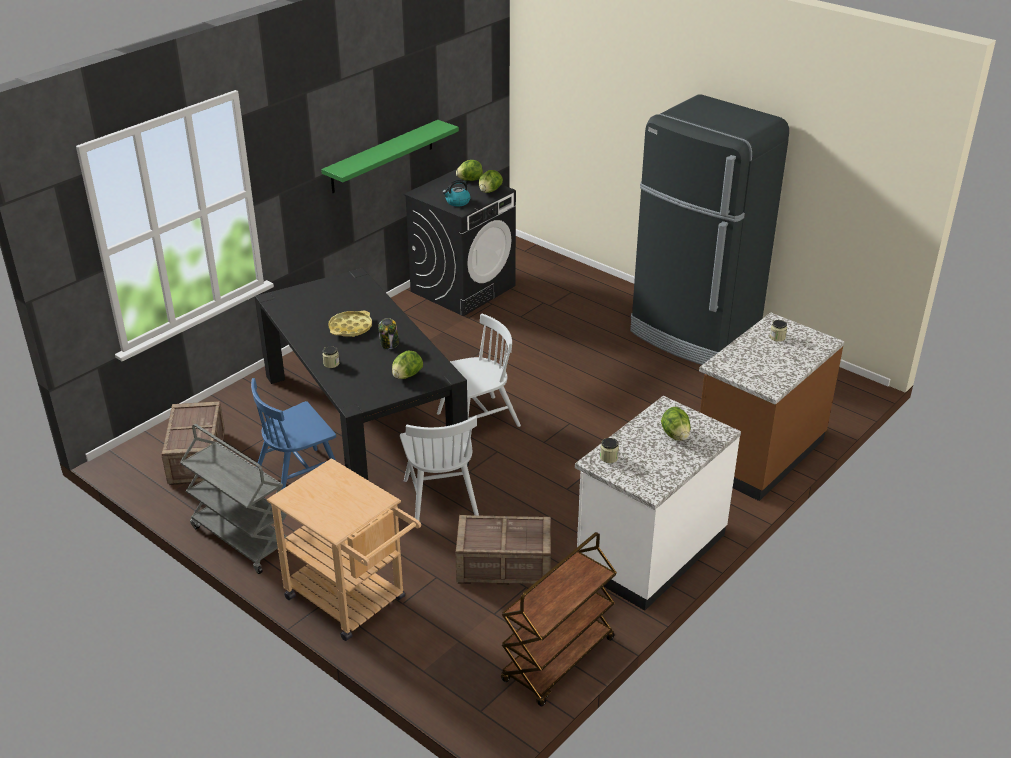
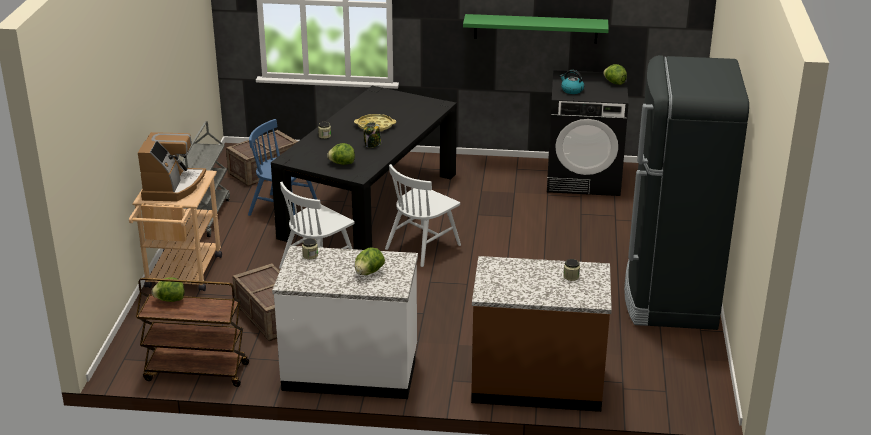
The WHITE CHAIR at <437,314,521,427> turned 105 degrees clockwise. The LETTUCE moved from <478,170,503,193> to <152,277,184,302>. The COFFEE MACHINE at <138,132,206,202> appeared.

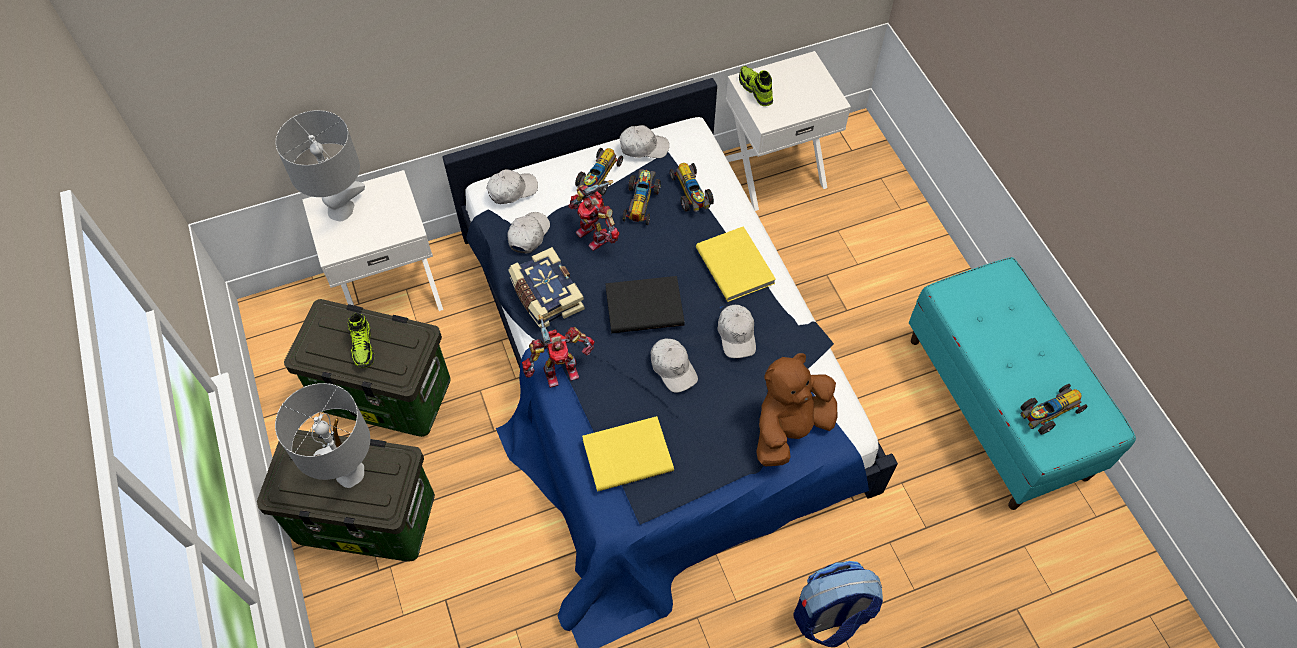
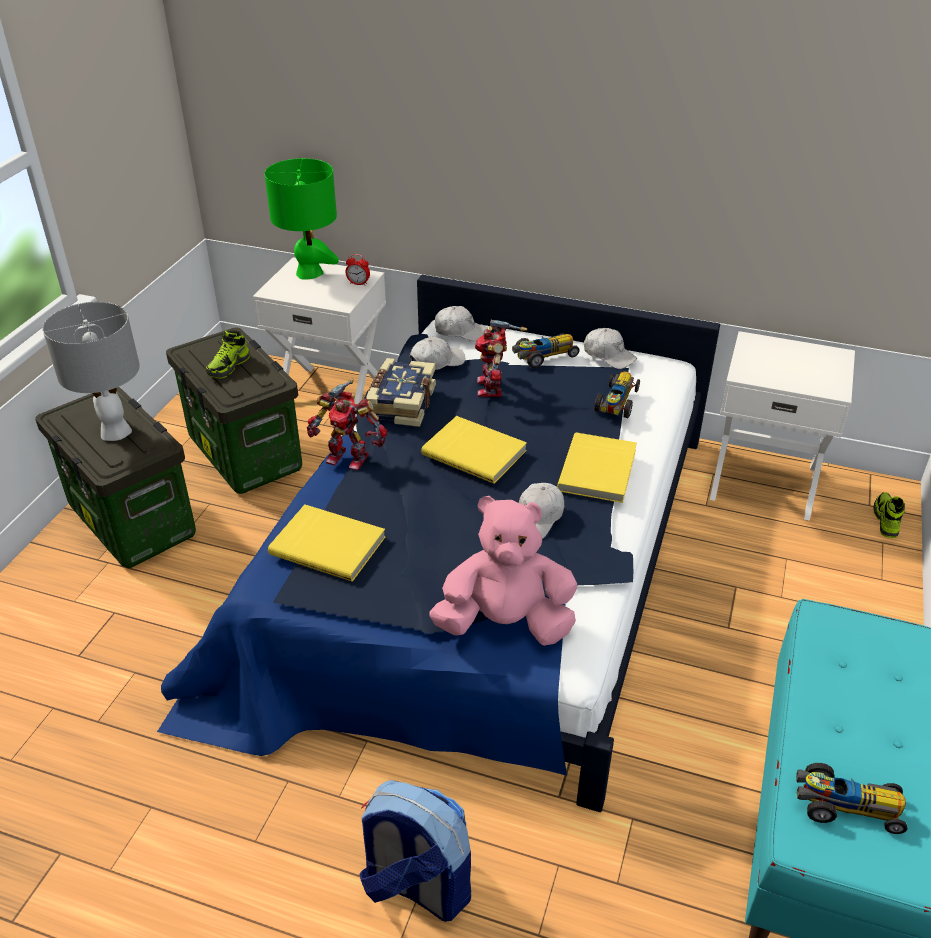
The GREY TABLE LAMP at <275,110,365,221> became the GREEN TABLE LAMP at <264,158,339,280>. The BLACK BOOK at <605,276,685,333> became the YELLOW BOOK at <421,416,527,484>. The TOY CAR at <623,169,661,225> disappeared. The WHITE CAP at <651,339,698,393> disappeared. The SHOE moved from <739,66,773,106> to <873,492,905,538>. The BROWN PLUSH TOY at <756,353,838,466> became the PINK PLUSH TOY at <429,496,577,646>. The ALARM CLOCK at <346,254,370,286> appeared.

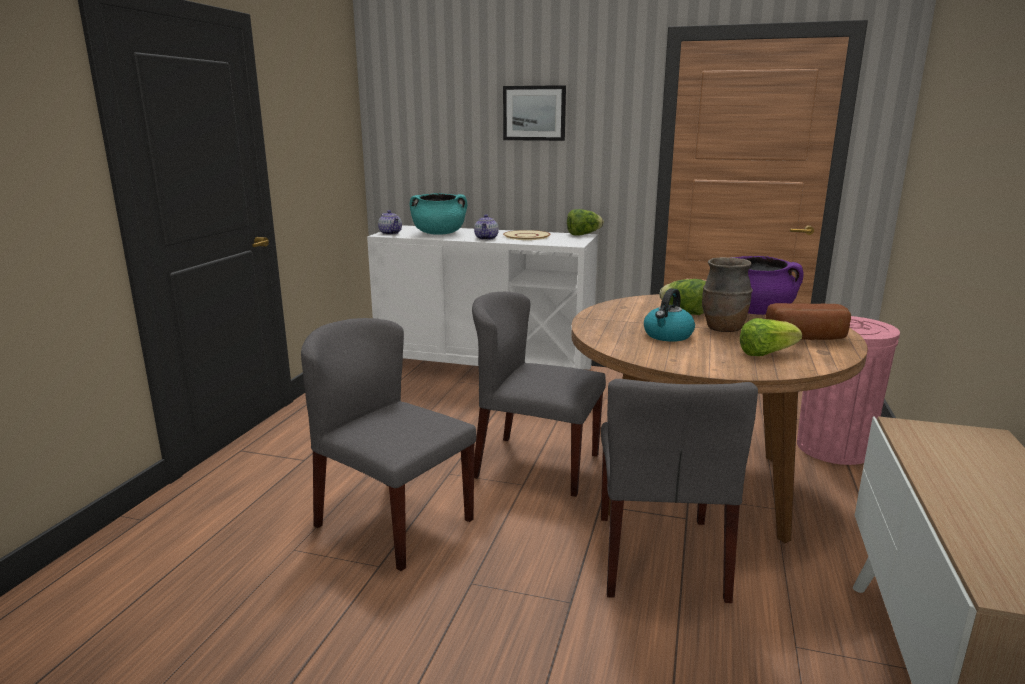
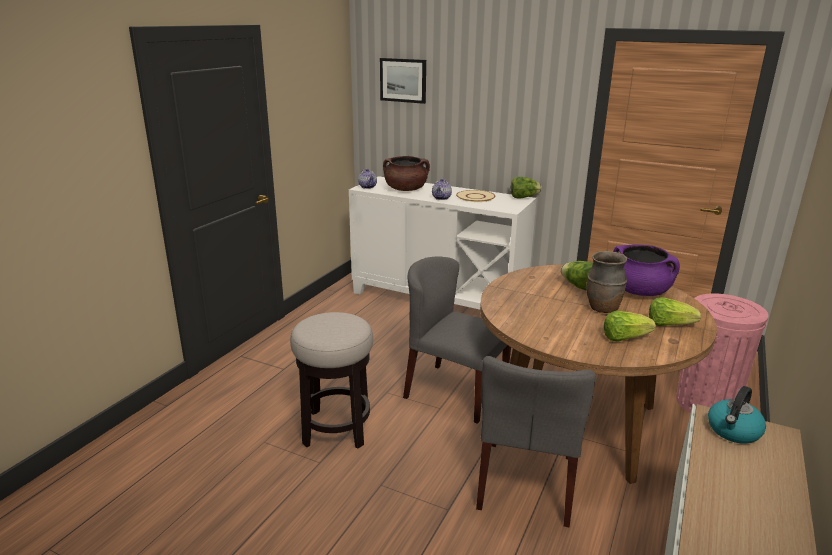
The GREY CHAIR at <301,318,476,571> was replaced by the STOOL at <290,312,373,449>. The TURQUOISE COOKING POT at <410,193,467,235> became the BROWN COOKING POT at <383,156,430,191>. The PICTURE moved from <503,85,566,141> to <380,58,426,104>. The KETTLE moved from <644,288,695,342> to <708,386,766,444>. The BREAD at <765,303,851,340> was replaced by the LETTUCE at <649,297,701,326>.

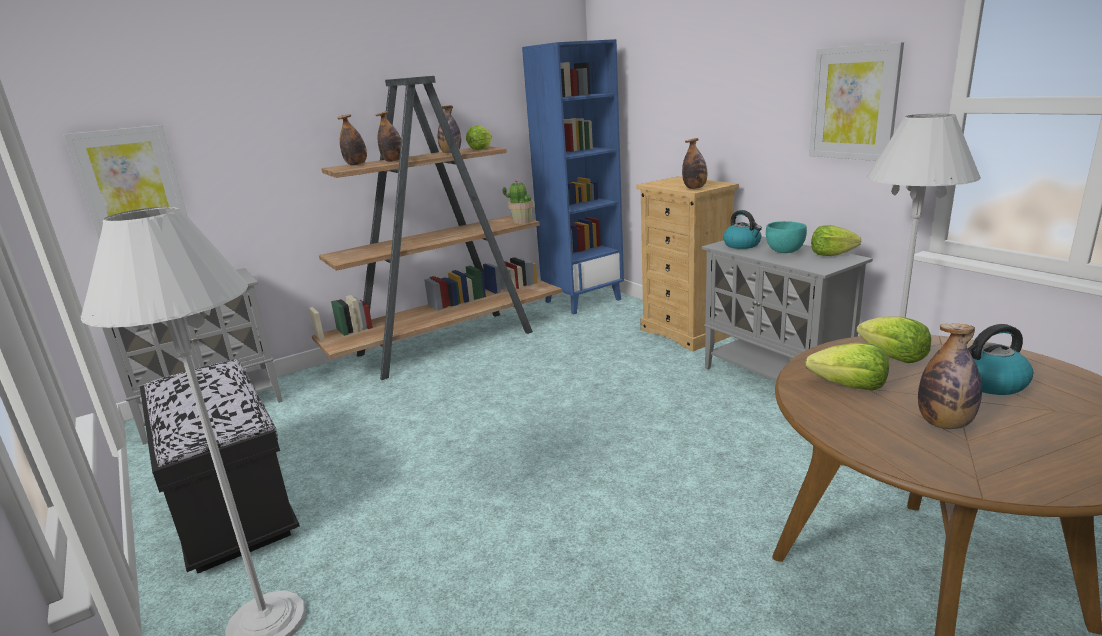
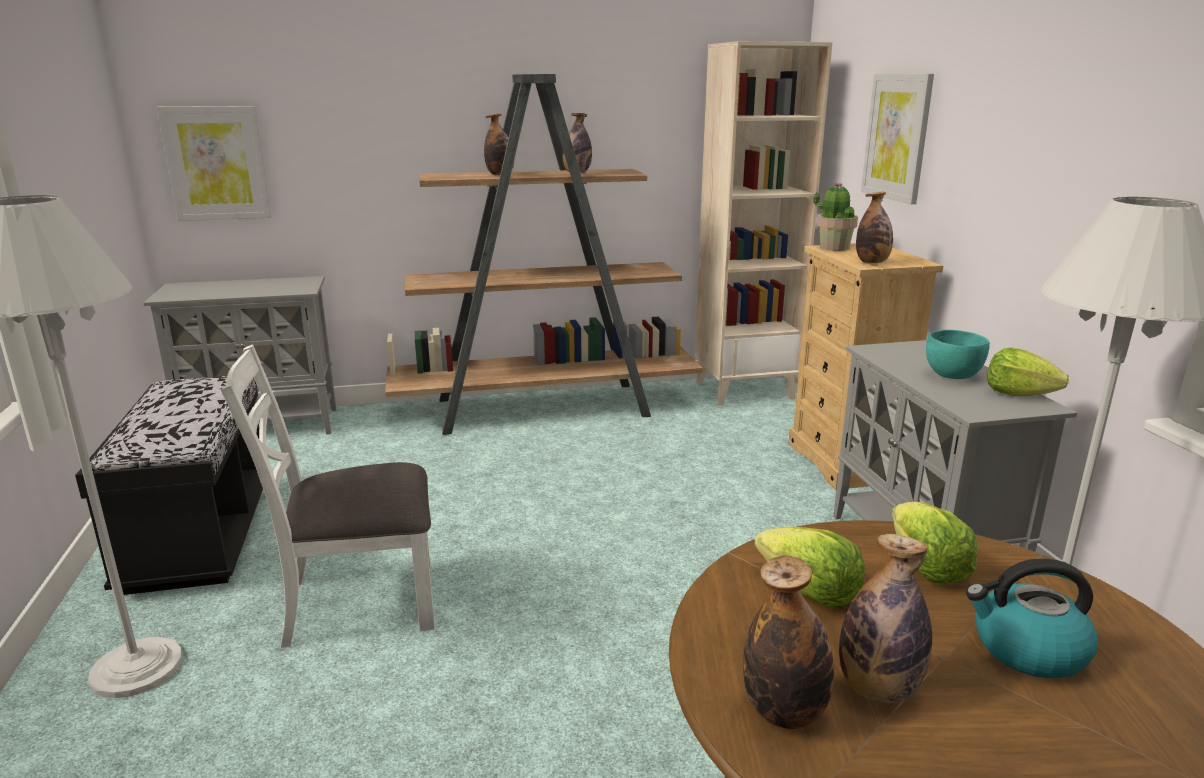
The BOTTLE moved from <338,114,367,165> to <743,556,834,729>. The LETTUCE at <466,125,492,150> disappeared. The POTTED PLANT moved from <503,179,534,224> to <813,182,858,251>. The BLUE BOOKCASE at <522,39,624,315> became the BEIGE BOOKCASE at <694,41,833,405>. The KETTLE at <723,210,762,249> disappeared. The PICTURE moved from <809,42,904,161> to <861,74,934,204>. The WHITE CHAIR at <221,345,435,648> appeared.

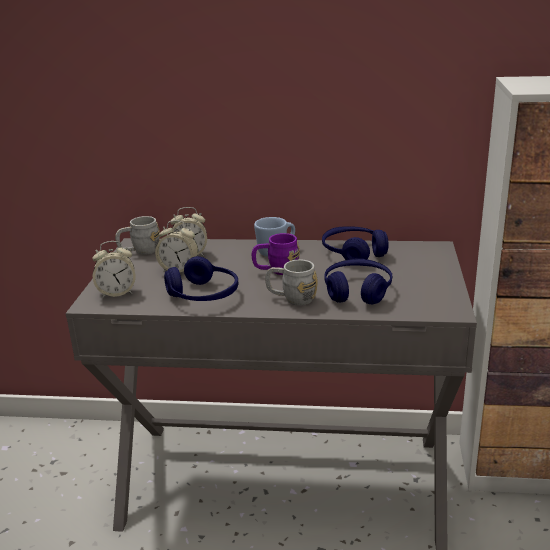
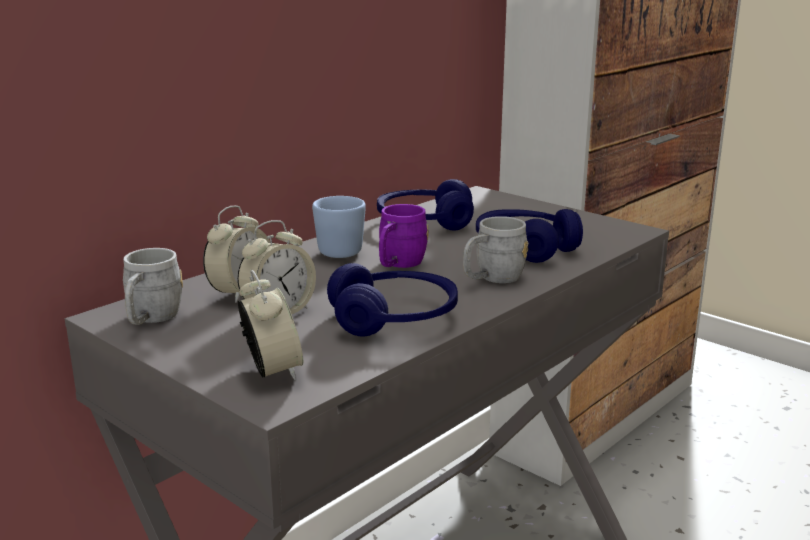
The ALARM CLOCK at <92,241,136,298> turned 45 degrees counterclockwise.

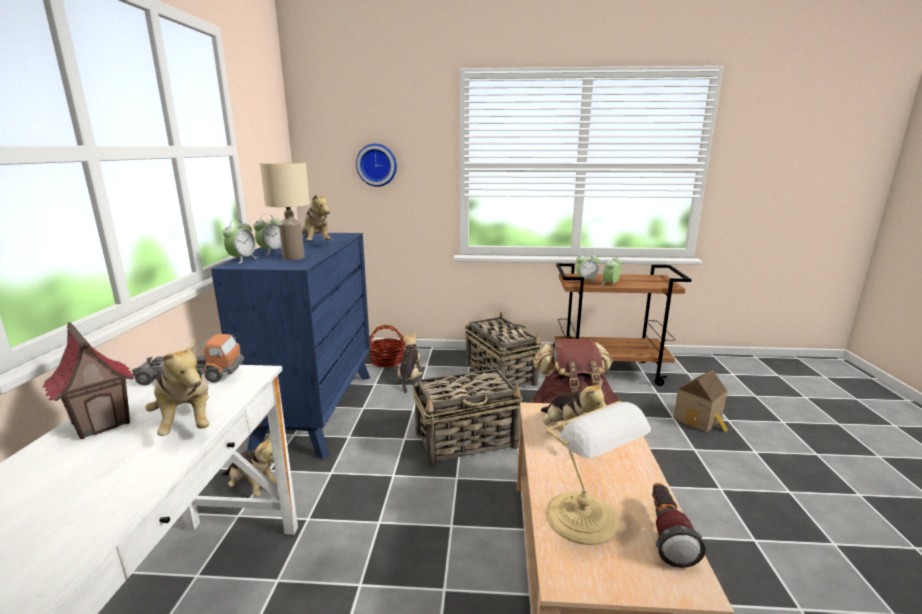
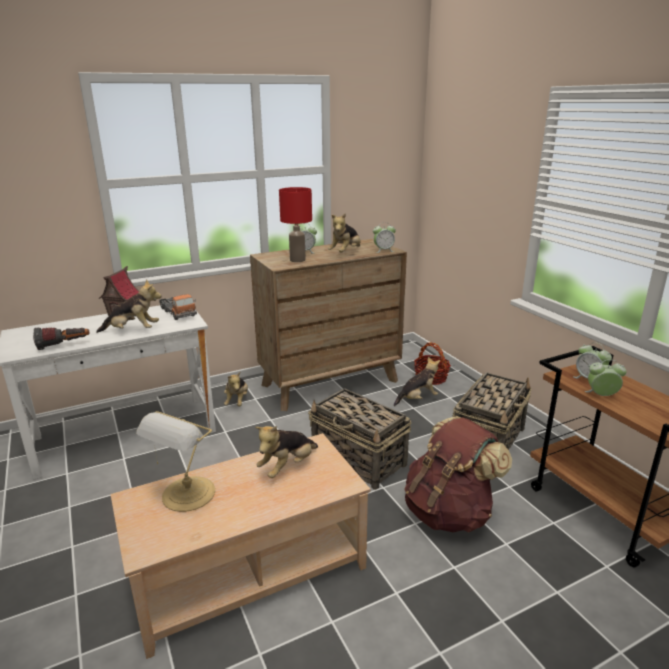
The PLUSH TOY at <145,339,209,436> turned 120 degrees counterclockwise. The BLUE DRESSER at <211,233,370,459> became the BROWN DRESSER at <250,239,407,411>. The ALARM CLOCK moved from <223,219,258,263> to <373,222,396,253>. The BEIGE TABLE LAMP at <260,162,310,260> became the RED TABLE LAMP at <279,187,312,262>. The WALL CLOCK at <356,144,397,187> disappeared. The FLASHLIGHT moved from <652,483,706,568> to <33,328,90,350>. The TOY HOUSE at <673,370,728,433> disappeared.

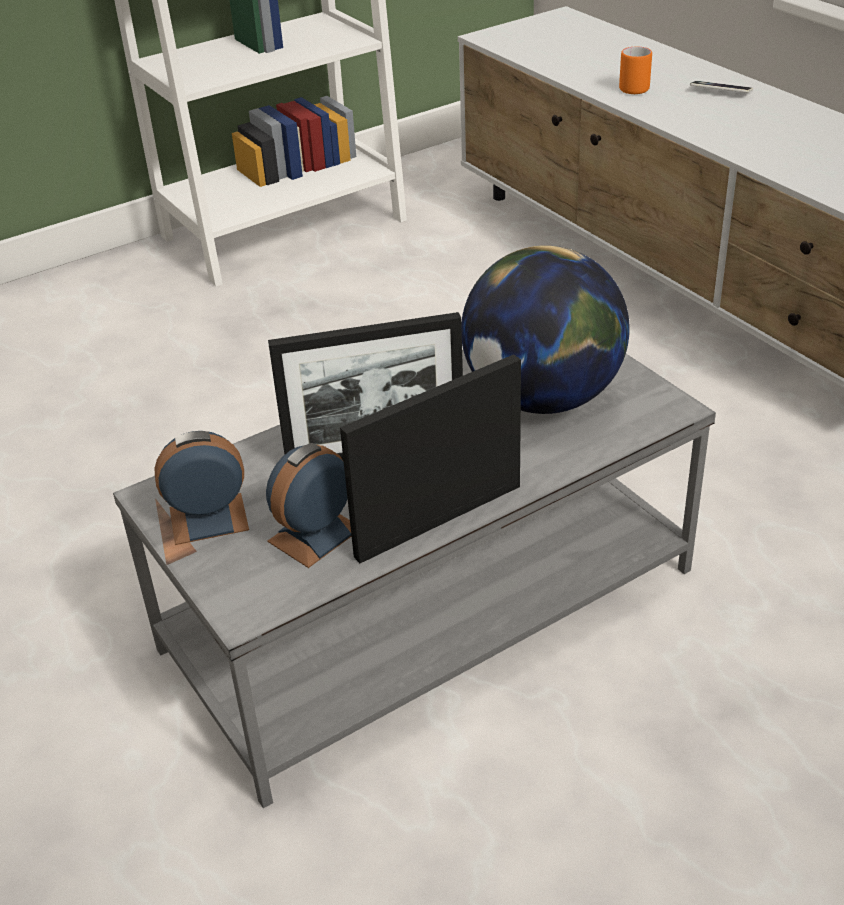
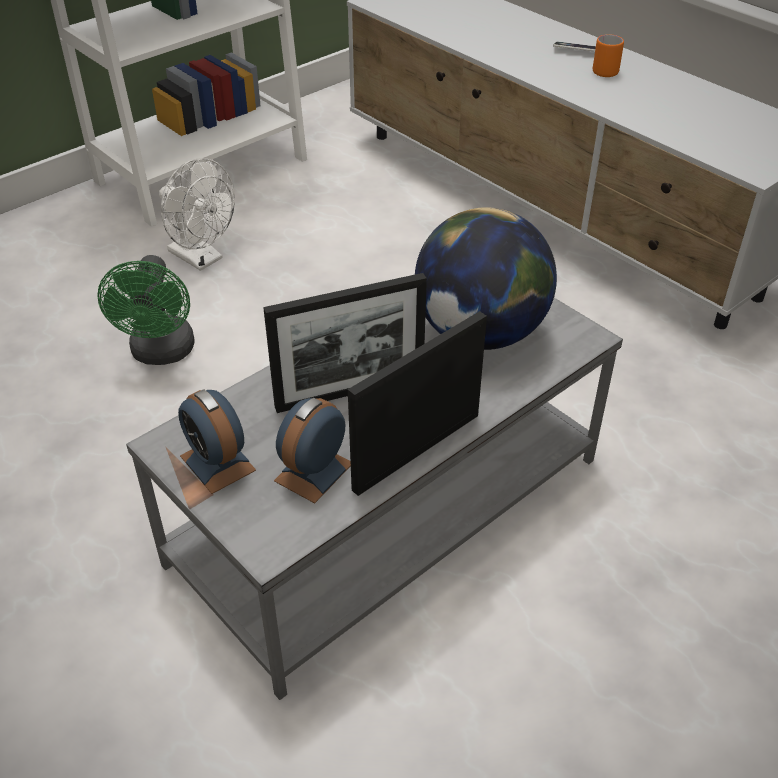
The ALARM CLOCK at <154,431,249,545> turned 105 degrees counterclockwise. The ORANGE MUG moved from <619,46,652,94> to <593,34,624,77>. The GREEN FAN at <98,255,195,365> appeared. The WHITE FAN at <159,158,235,271> appeared.

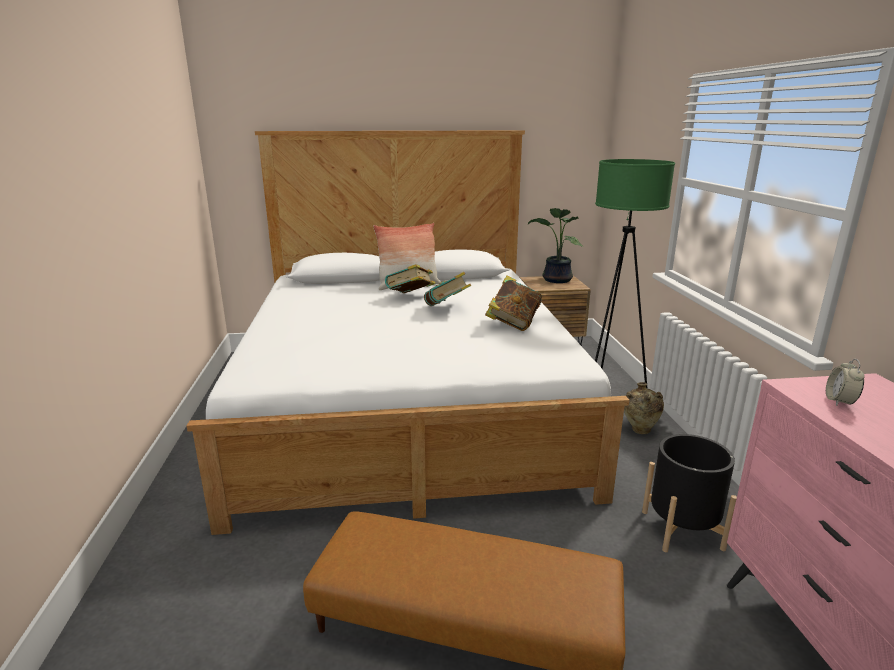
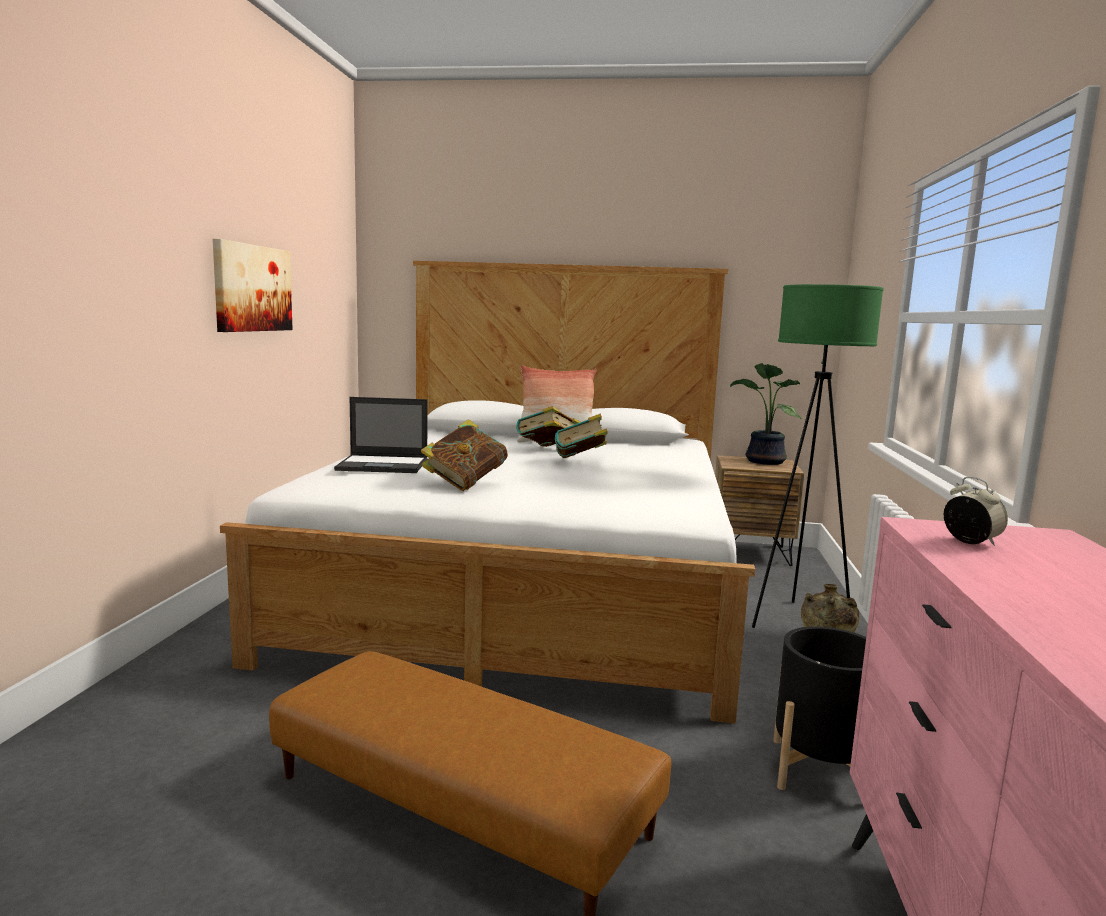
The BOOK moved from <485,275,542,331> to <421,420,508,491>. The ALARM CLOCK at <826,359,865,406> turned 120 degrees clockwise. The PICTURE at <213,239,293,332> appeared. The LAPTOP at <334,397,428,473> appeared.

